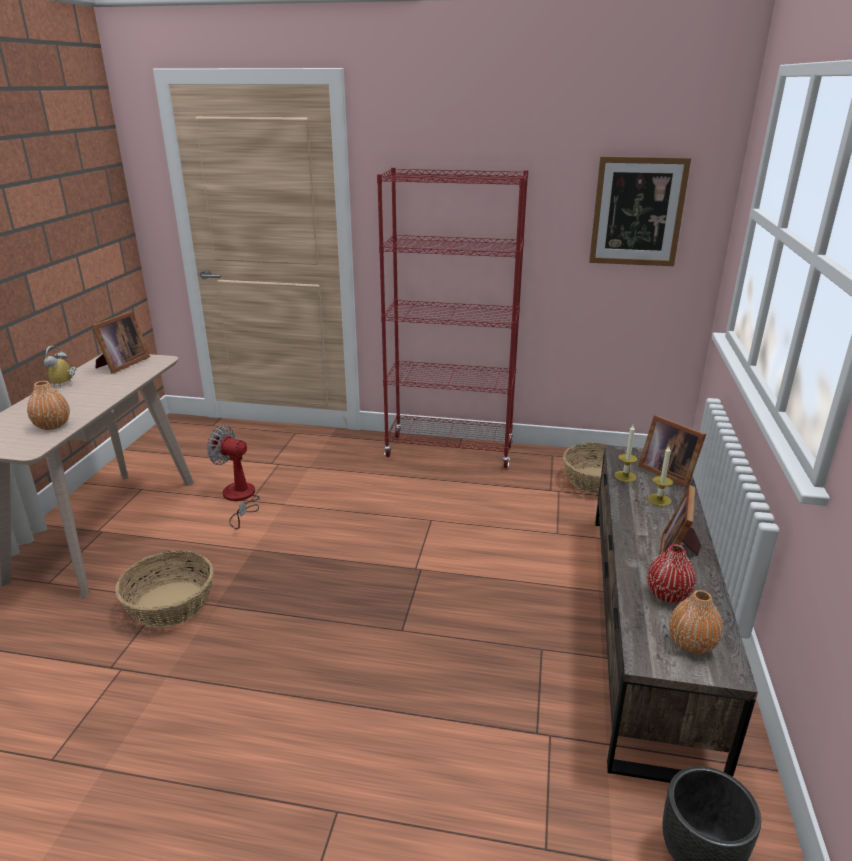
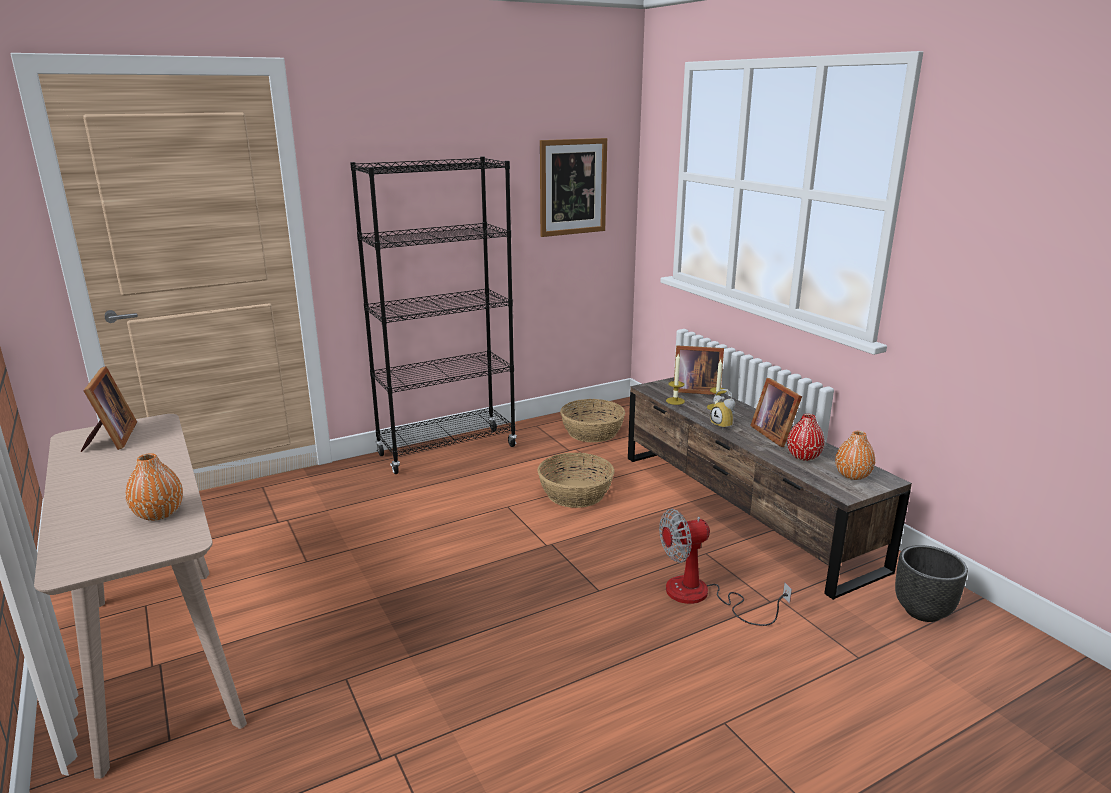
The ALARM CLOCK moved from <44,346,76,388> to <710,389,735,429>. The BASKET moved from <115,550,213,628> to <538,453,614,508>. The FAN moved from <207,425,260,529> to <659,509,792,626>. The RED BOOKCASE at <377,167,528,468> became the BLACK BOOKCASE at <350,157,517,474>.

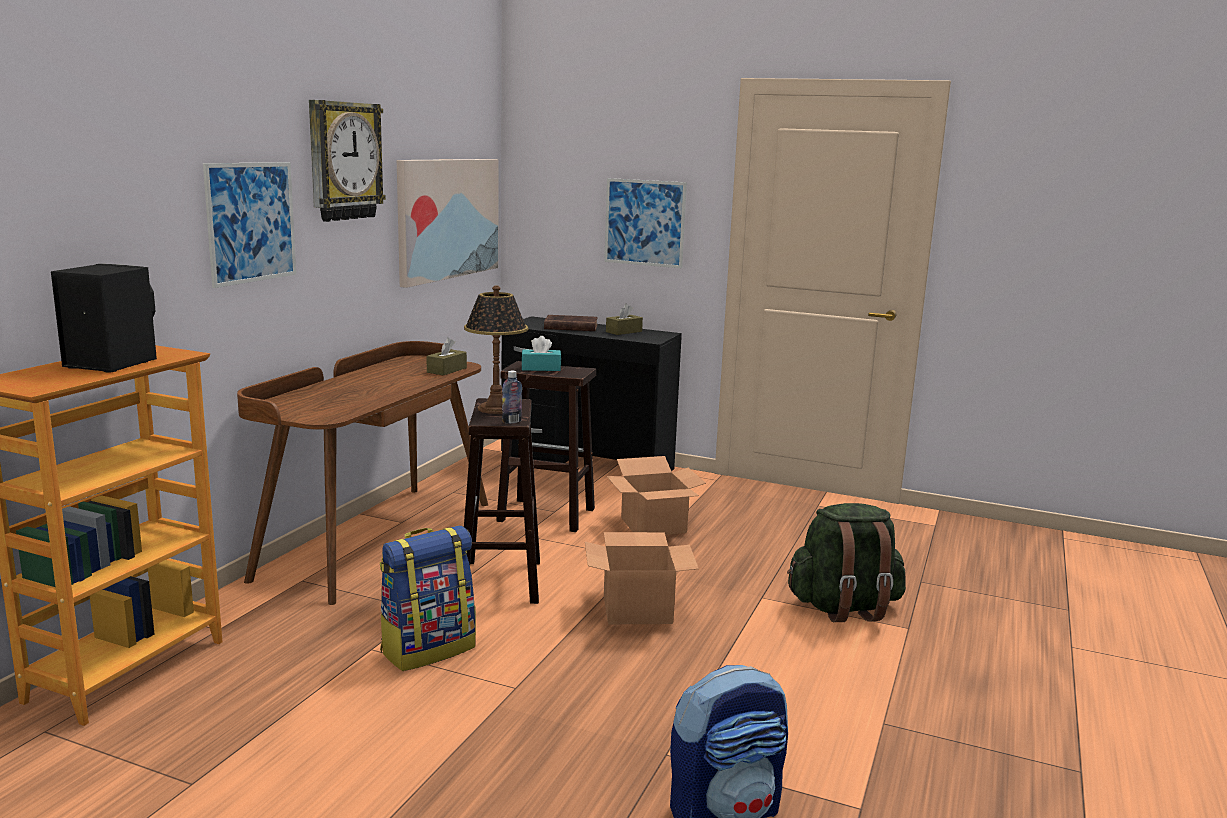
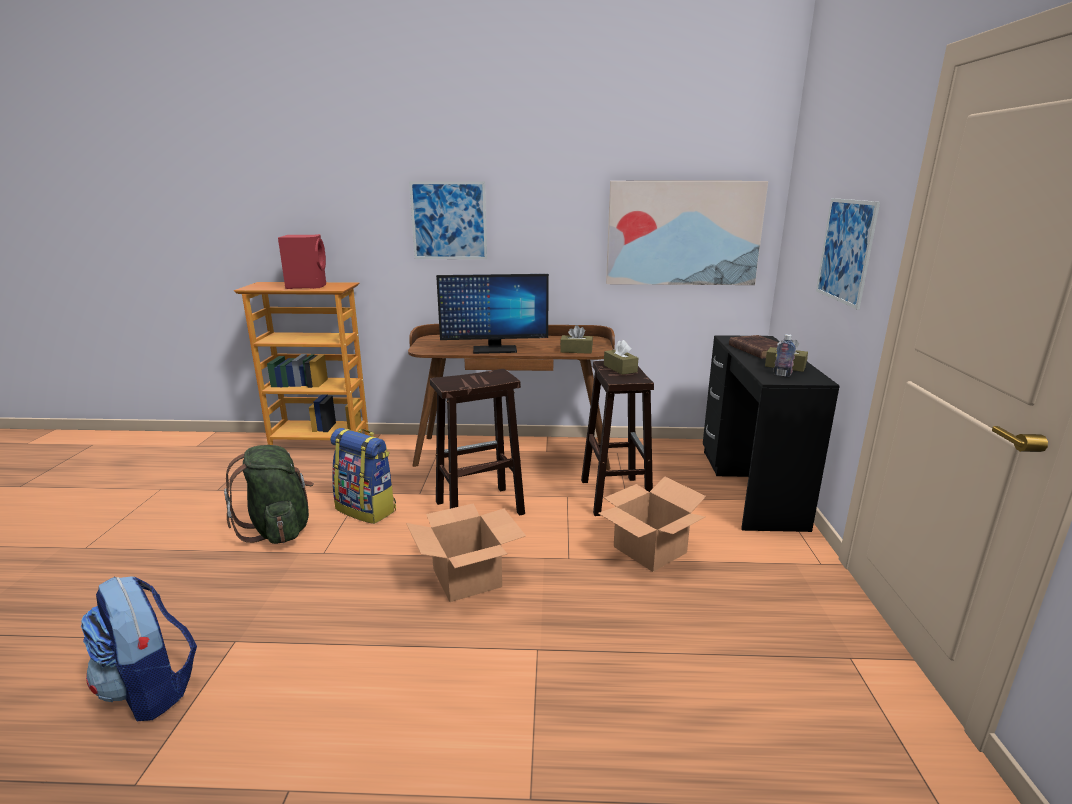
The BLACK SPEAKER at <51,264,157,372> became the RED SPEAKER at <278,234,326,289>. The WALL CLOCK at <309,100,386,222> disappeared. The TABLE LAMP at <464,285,528,414> disappeared. The BOTTLE moved from <502,371,522,424> to <774,334,796,377>. The TURQUOISE TISSUE BOX at <521,336,561,371> became the BROWN TISSUE BOX at <604,340,638,375>. The GREEN BACKPACK moved from <787,503,906,622> to <224,445,314,544>. The MONITOR at <436,274,549,354> appeared.

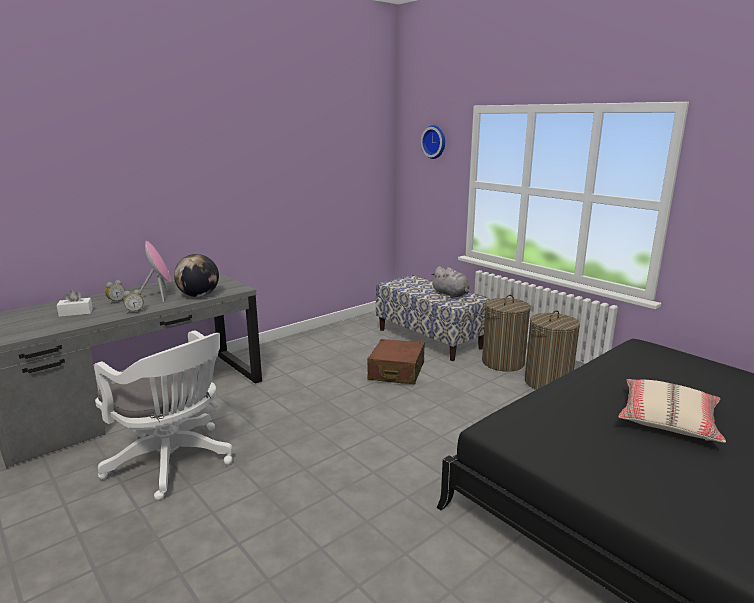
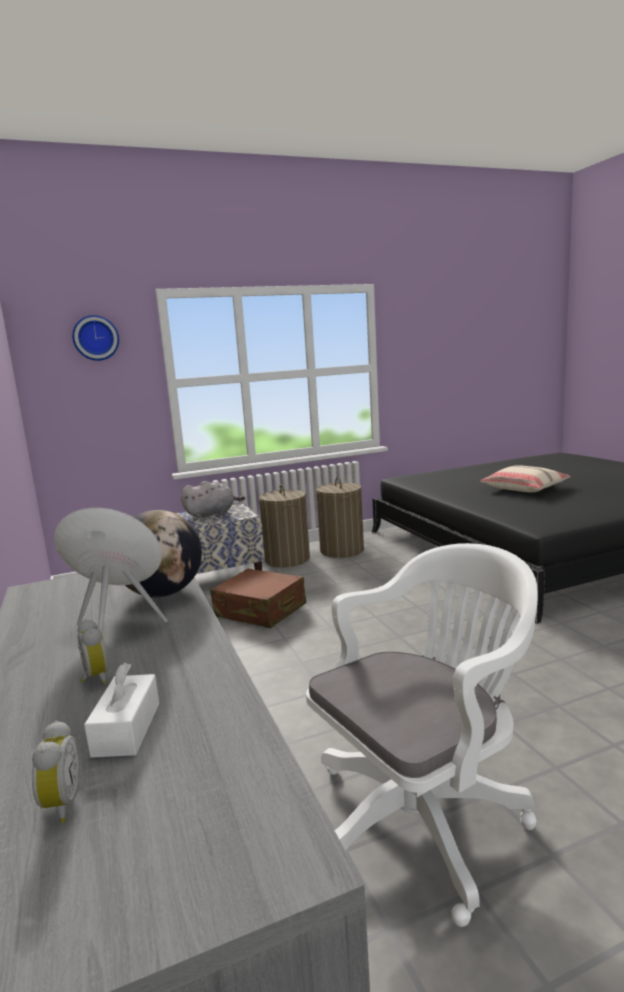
The ALARM CLOCK moved from <123,290,143,314> to <32,720,80,823>.

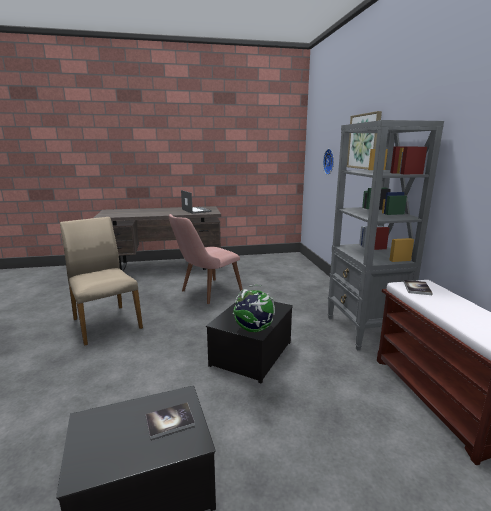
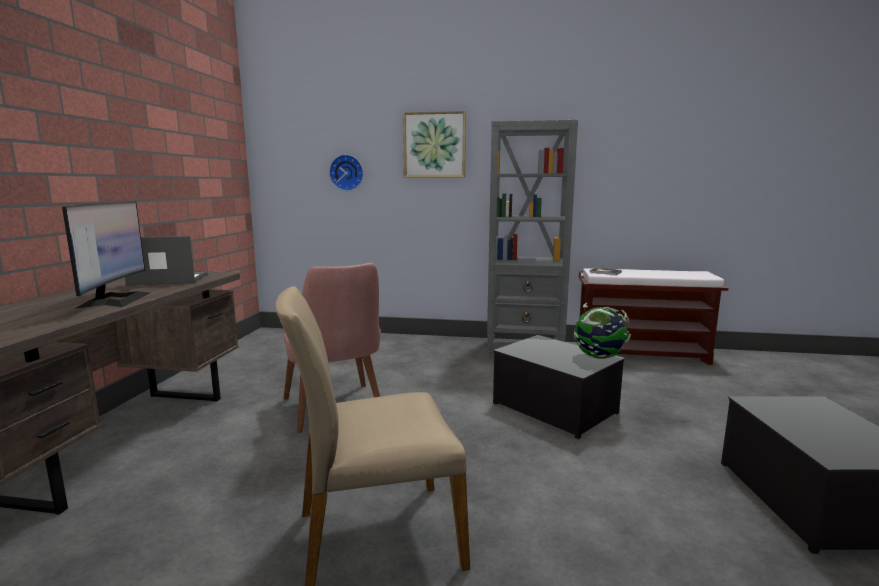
The BOOK at <146,403,195,439> disappeared. The MONITOR at <62,202,150,309> appeared.

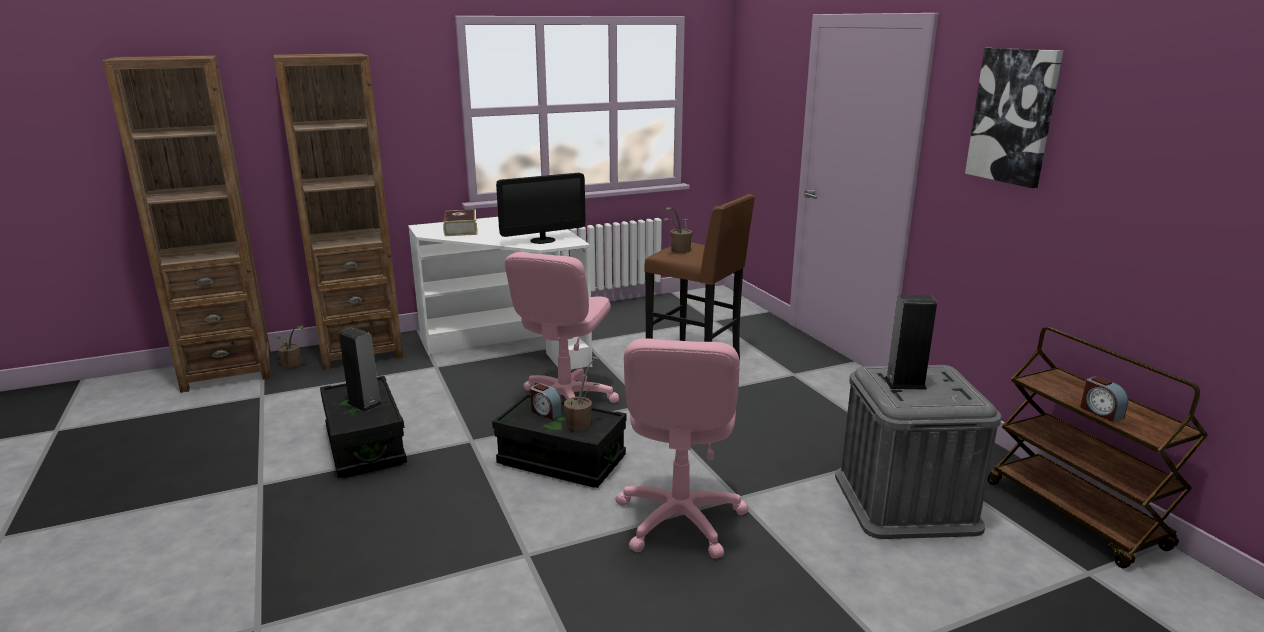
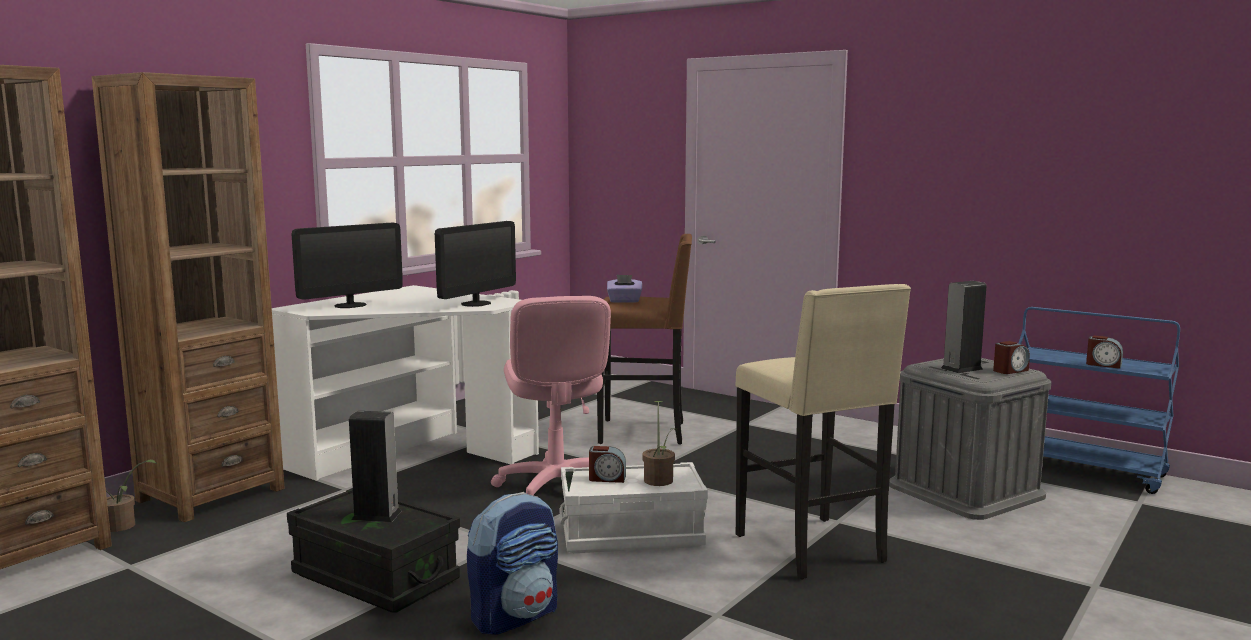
The BOOK at <443,209,477,236> was replaced by the MONITOR at <292,222,403,308>. The BLACK STORAGE BOX at <492,393,627,488> became the WHITE STORAGE BOX at <560,462,708,553>. The PINK OFFICE CHAIR at <615,338,749,559> was replaced by the BEIGE STOOL at <735,284,911,580>. The POTTED PLANT at <663,207,692,253> was replaced by the PURPLE TISSUE BOX at <607,275,642,303>. The PICTURE at <965,48,1063,188> disappeared. The BROWN CART at <987,327,1208,568> became the BLUE CART at <1018,307,1180,494>. The BACKPACK at <467,492,558,635> appeared. The ALARM CLOCK at <993,341,1030,374> appeared.

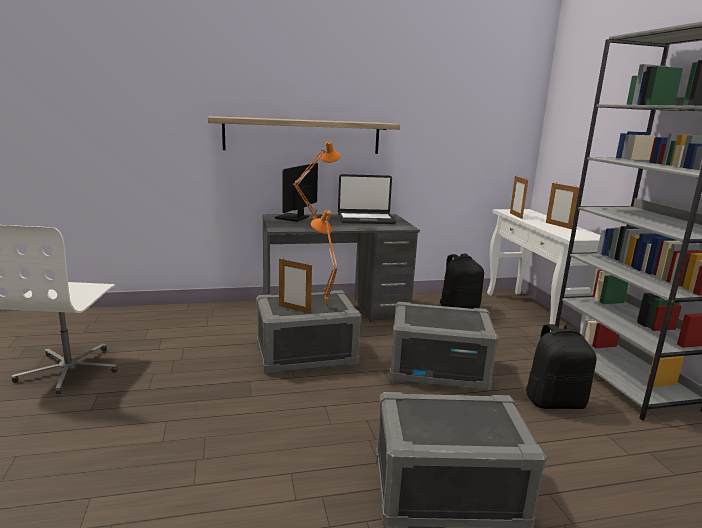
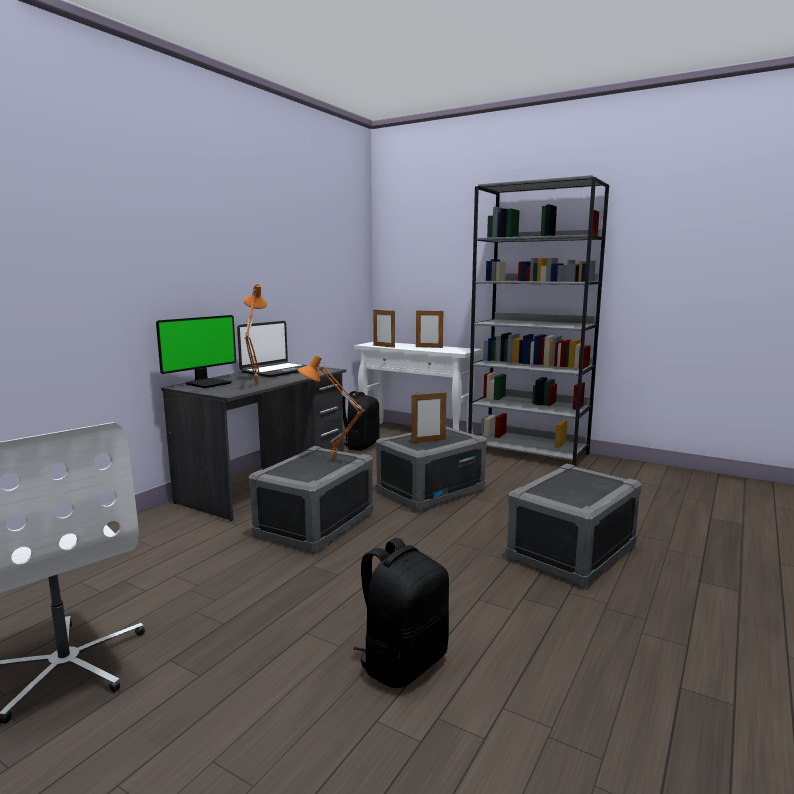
The SHELF at <208,116,400,154> disappeared. The MONITOR at <275,163,318,222> turned 120 degrees counterclockwise. The PICTURE FRAME moved from <279,259,312,314> to <411,391,446,443>. The BLACK BACKPACK moved from <526,324,596,409> to <353,538,449,688>.

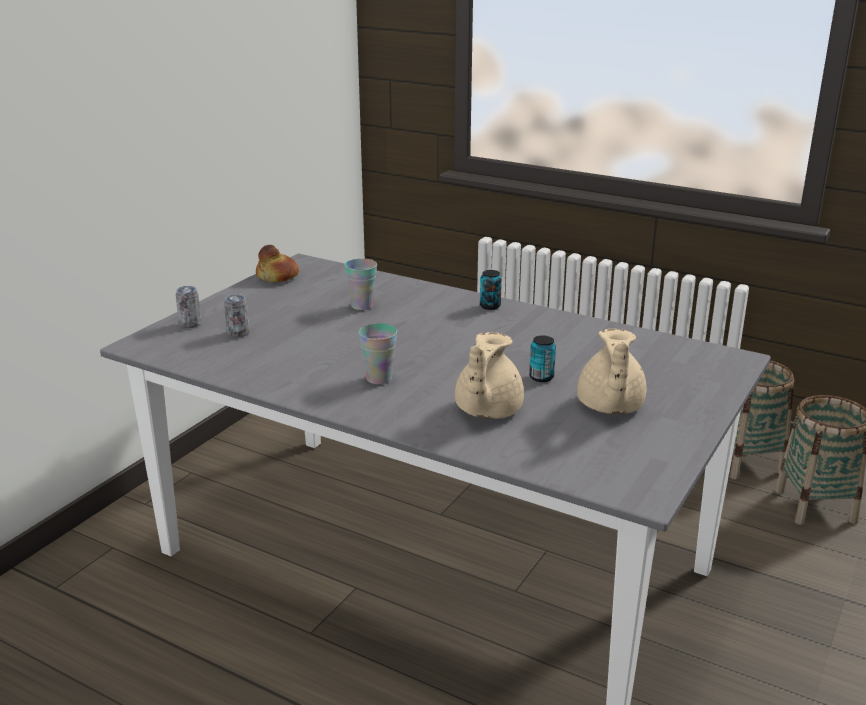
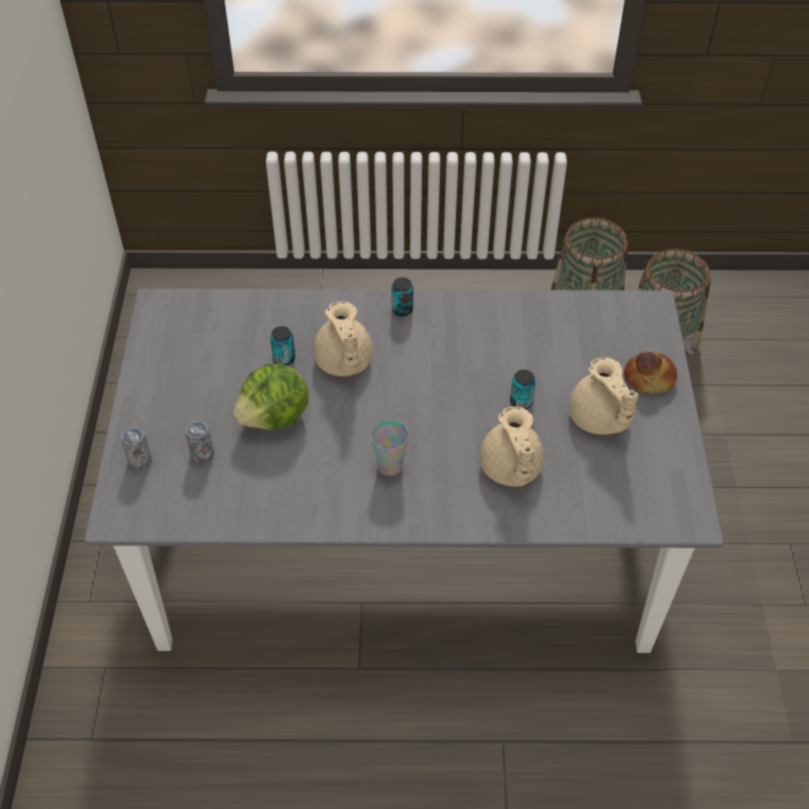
The BREAD moved from <256,245,299,282> to <624,352,677,394>. The CUP at <345,259,377,310> was replaced by the CAN at <270,326,295,365>. The LETTUCE at <233,363,309,430> appeared. The BEIGE TEAPOT at <314,301,373,376> appeared.

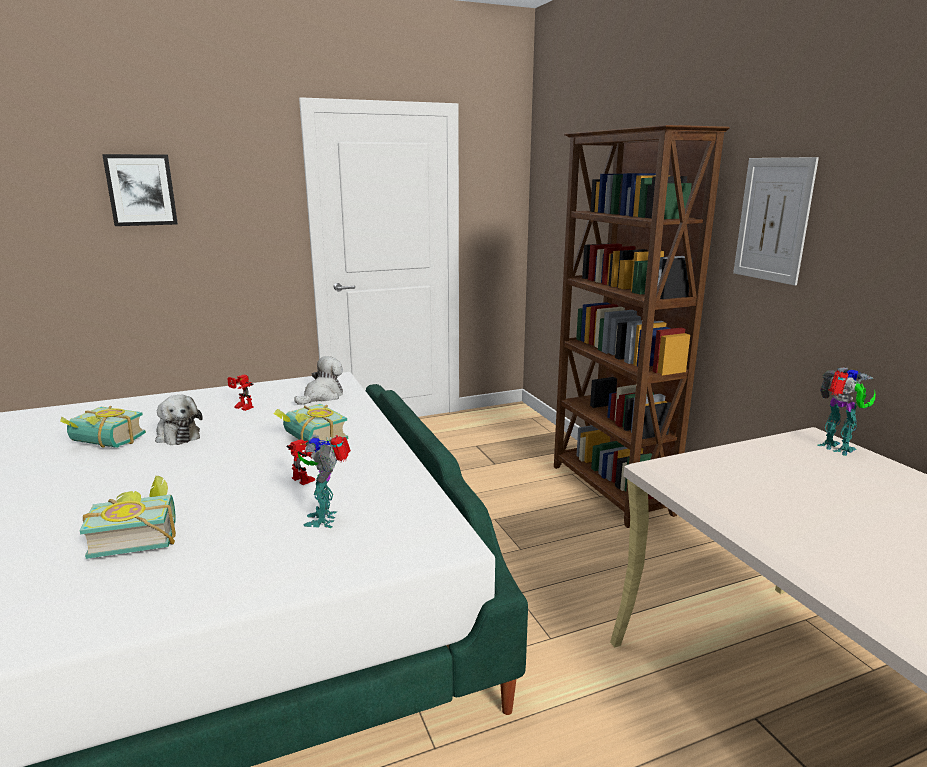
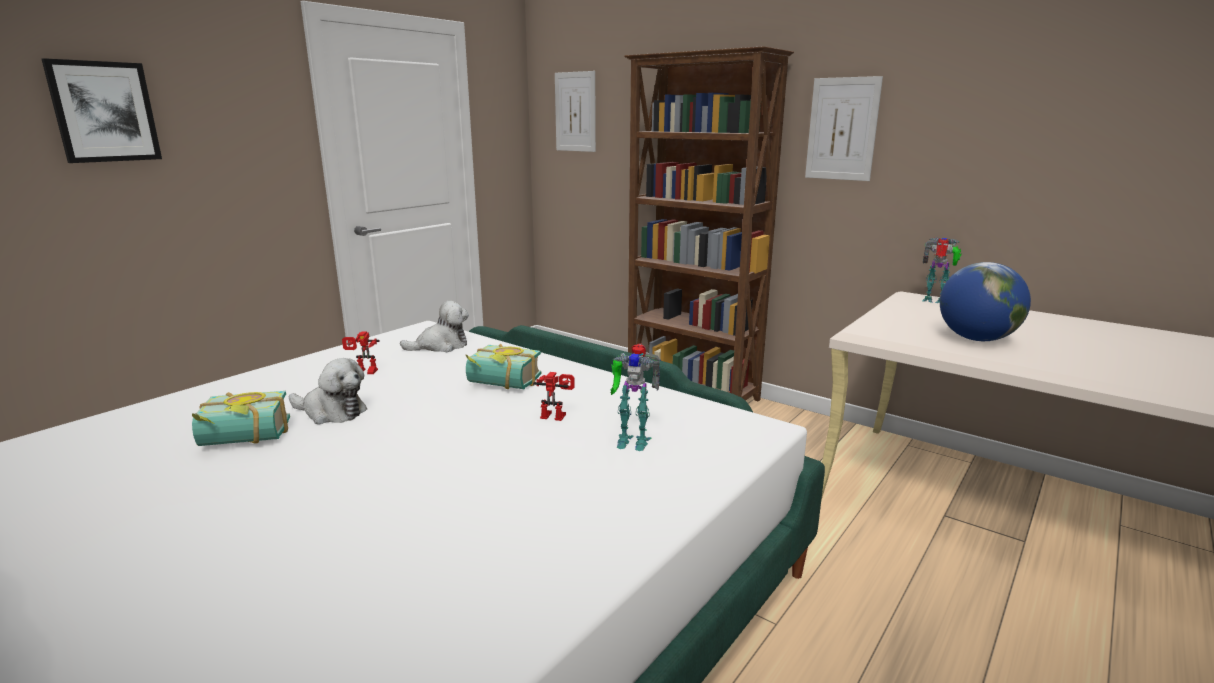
The BOOK at <80,476,176,559> disappeared. The PLUSH TOY at <294,356,343,405> turned 60 degrees clockwise. The TOY ROBOT at <298,435,351,528> turned 45 degrees counterclockwise. The PICTURE at <555,71,596,152> appeared. The GLOBE at <940,262,1031,341> appeared.

